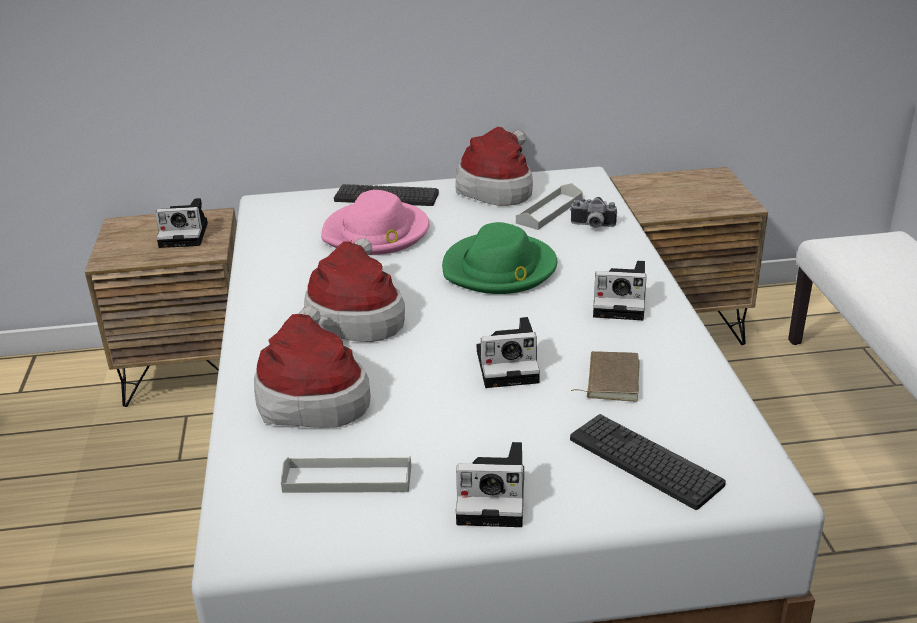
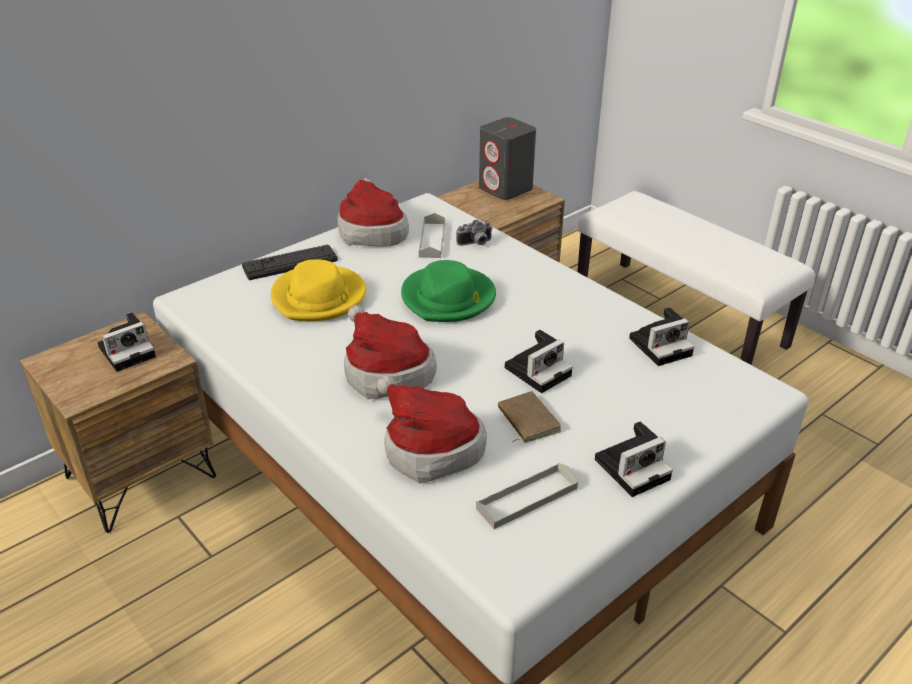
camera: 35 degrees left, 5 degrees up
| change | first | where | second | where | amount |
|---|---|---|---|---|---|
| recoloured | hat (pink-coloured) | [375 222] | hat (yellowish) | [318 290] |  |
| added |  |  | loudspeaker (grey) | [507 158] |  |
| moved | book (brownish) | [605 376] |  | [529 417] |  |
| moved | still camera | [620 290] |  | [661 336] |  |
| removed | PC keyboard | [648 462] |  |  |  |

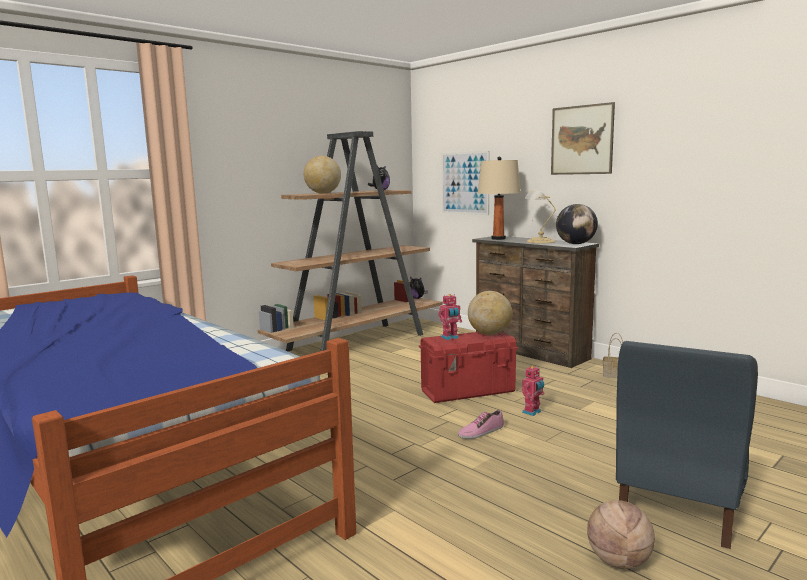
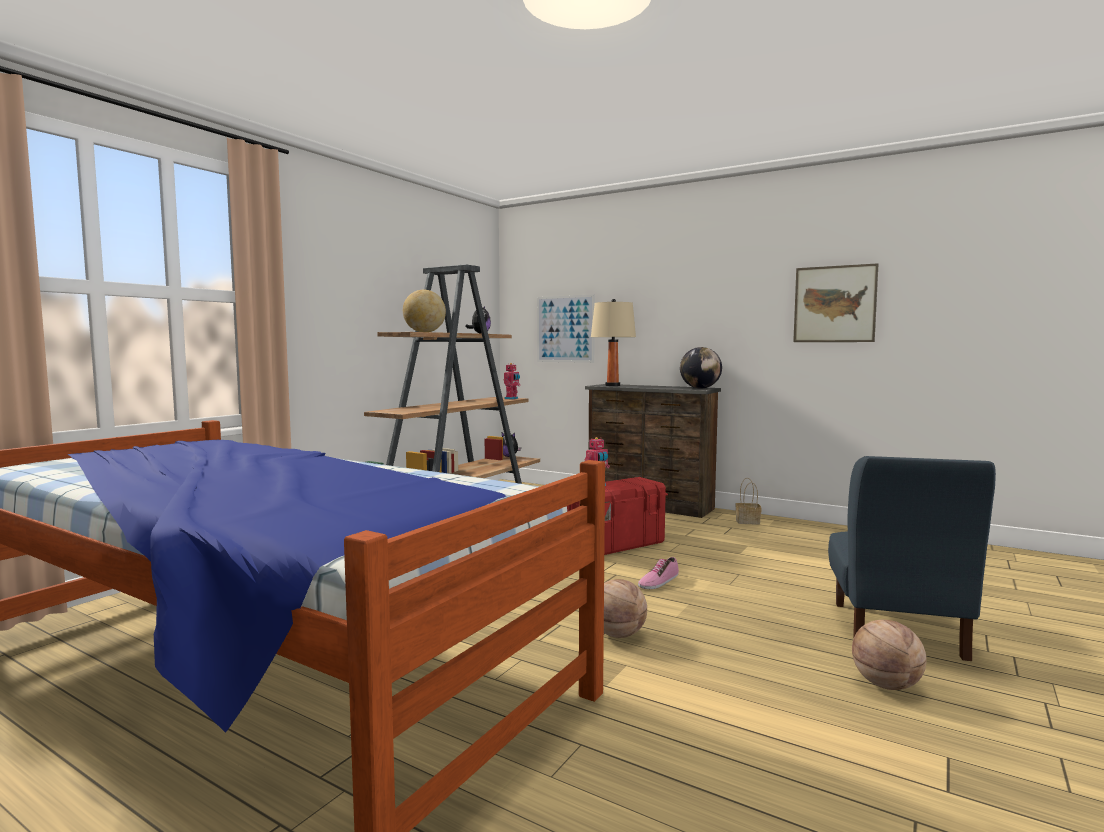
camera: 15 degrees left, 5 degrees down
| change | first | where | second | where | amount |
|---|---|---|---|---|---|
| moved | toy robot | [533 391] |  | [512 381] |  |
| added |  |  | ball for basketball | [625 608] |  |
| moved | wall picture | [583 138] |  | [835 302] |  |
| removed | globe | [490 313] |  |  |  |
| removed | table lamp | [540 216] |  |  |  |

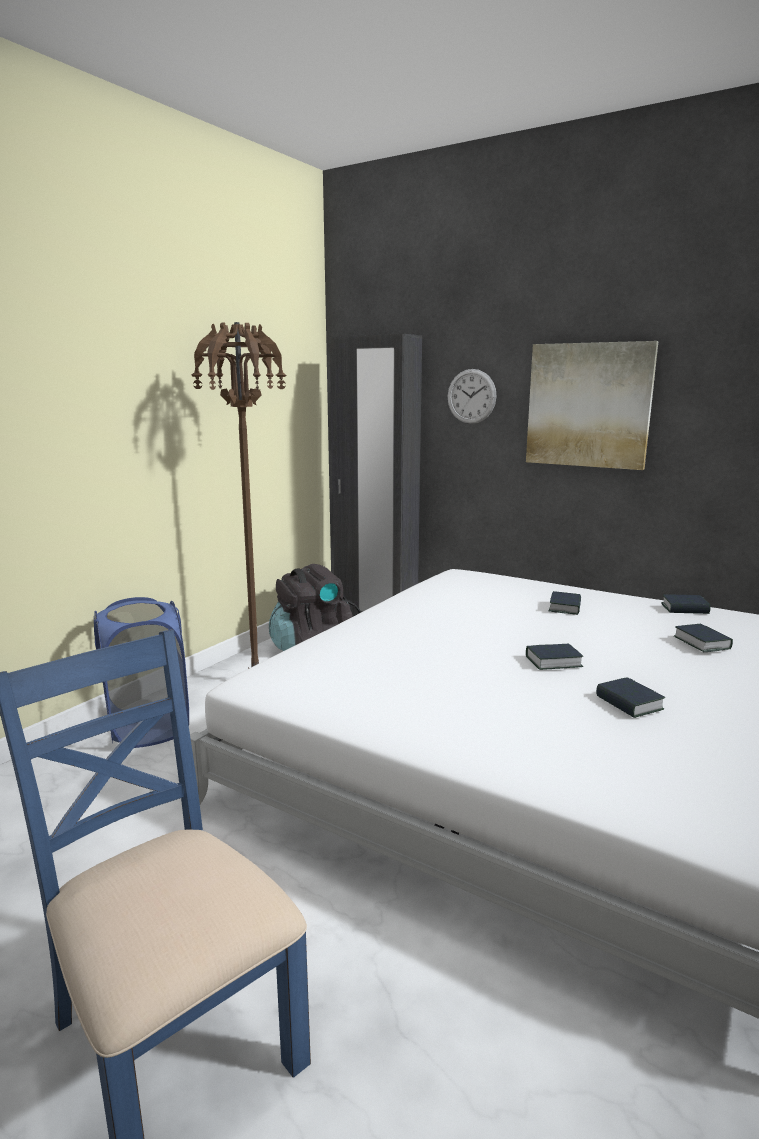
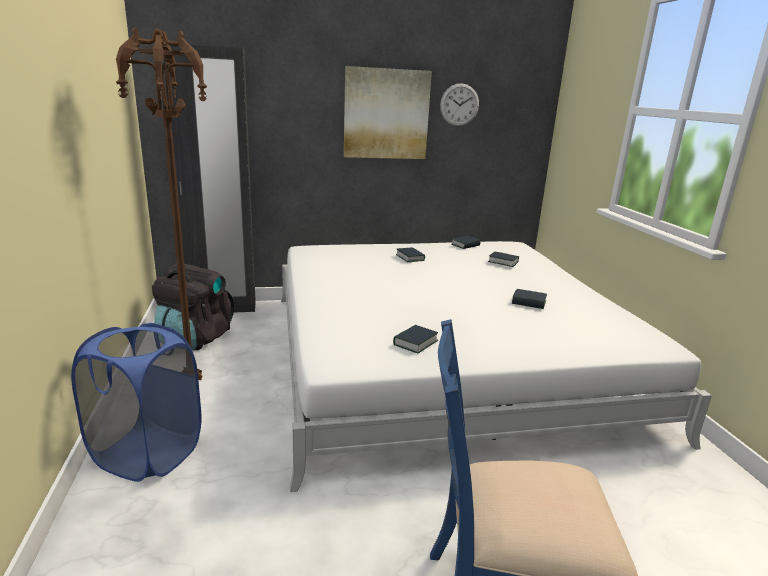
camera: 45 degrees left, 5 degrees up
| change | first | where | second | where | amount |
|---|---|---|---|---|---|
| moved | book | [554 657] |  | [415 339] |  |
| moved | clock on the wall | [471 396] |  | [459 104] |  |

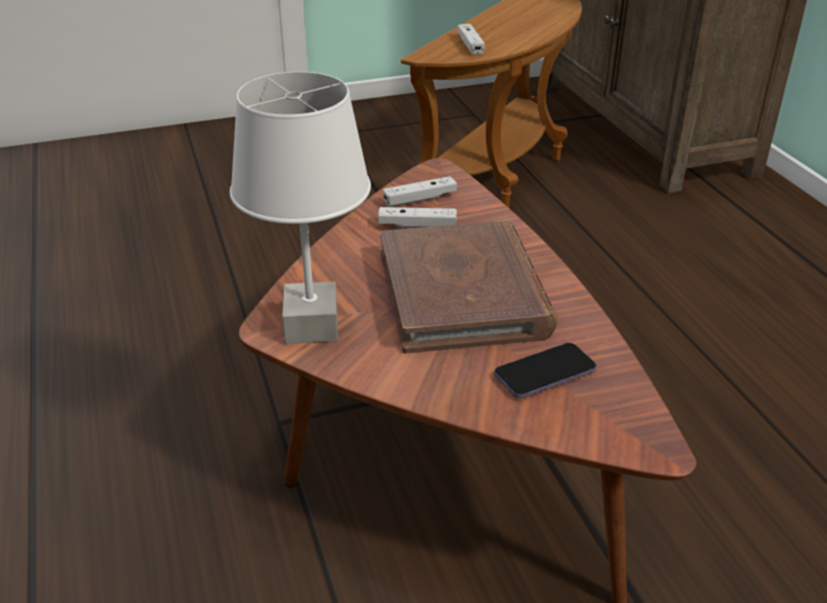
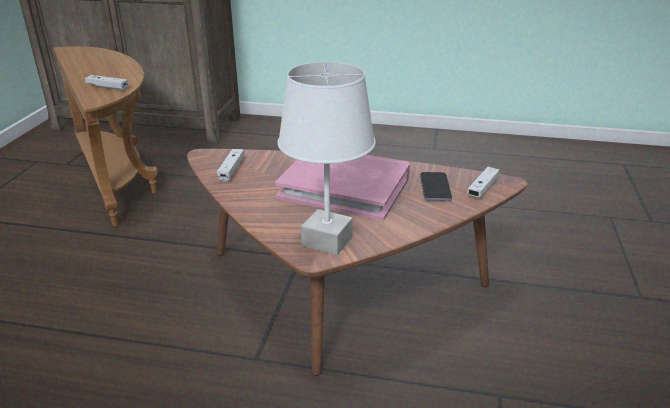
camera: 60 degrees left, 5 degrees down
| change | first | where | second | where | amount |
|---|---|---|---|---|---|
| recoloured | book (brownish) | [469 287] | book (pink-coloured) | [342 187] |  |
| moved | game controller (whitish) | [417 217] |  | [483 182] |  |

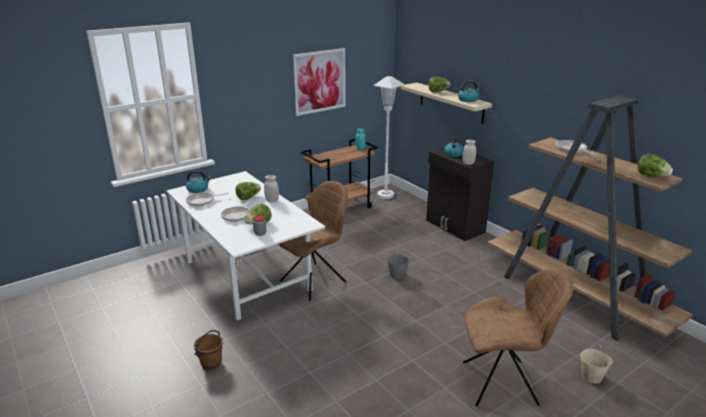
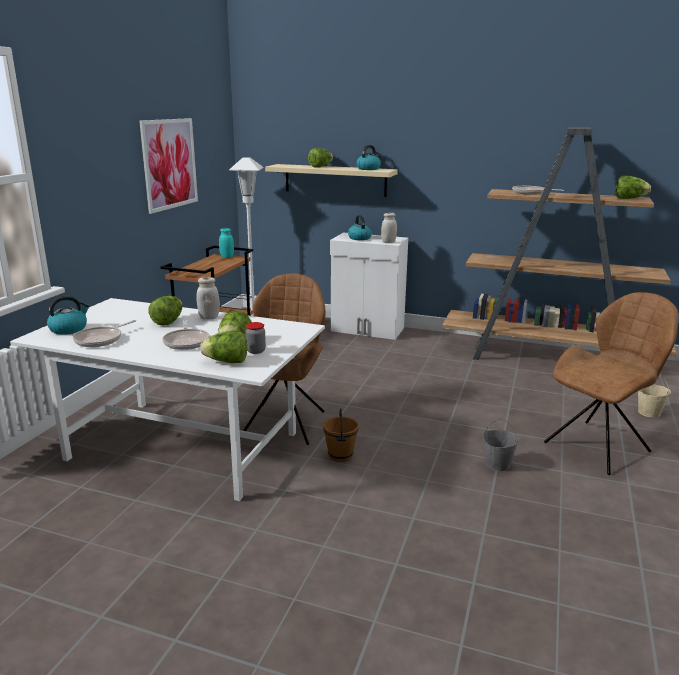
camera: 35 degrees left, 5 degrees down
| change | first | where | second | where | amount |
|---|---|---|---|---|---|
| added |  |  | lettuce head | [223 346] |  |
| moved | bucket (brownish) | [208 350] |  | [341 435] |  |
| recoloured | cupboard (black) | [460 194] | cupboard (whitish) | [369 286] |  |
| moved | bucket (grey) | [398 263] |  | [500 445] |  |

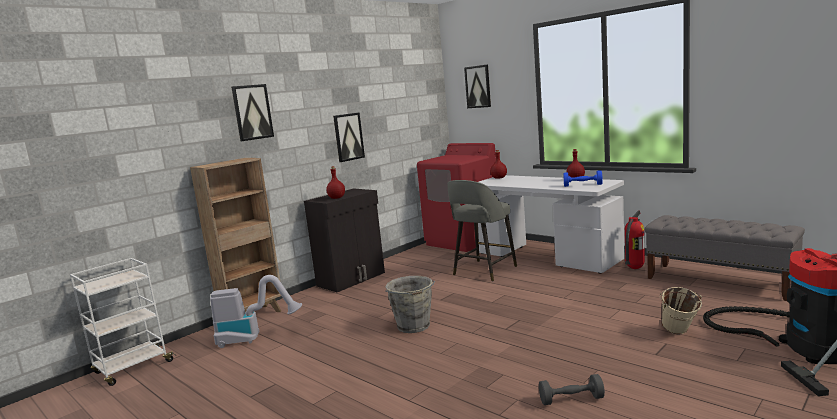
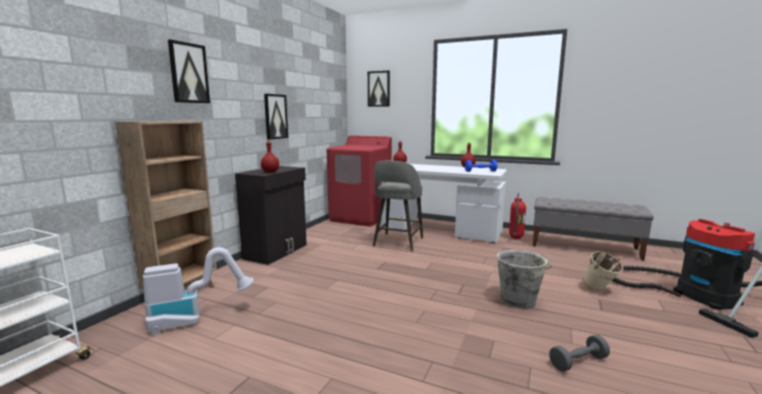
camera: 20 degrees left, 0 degrees up
| change | first | where | second | where | amount |
|---|---|---|---|---|---|
| moved | bucket (grey) | [410 304] |  | [524 279] |  |

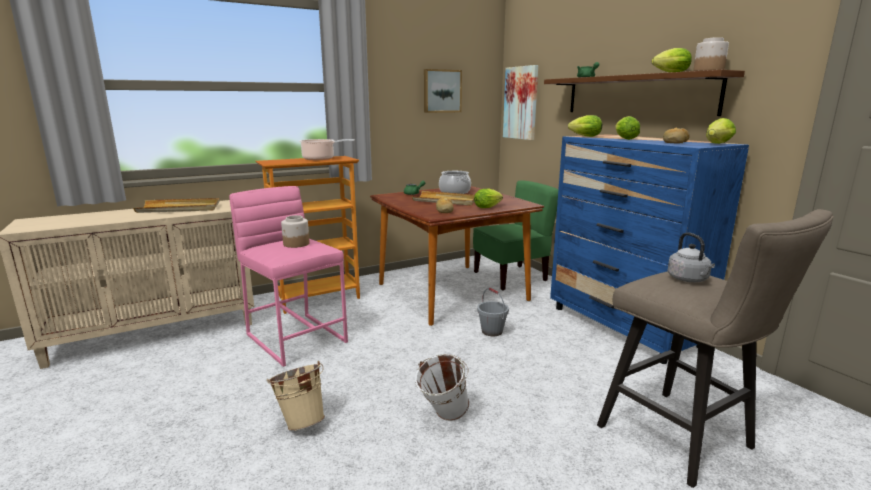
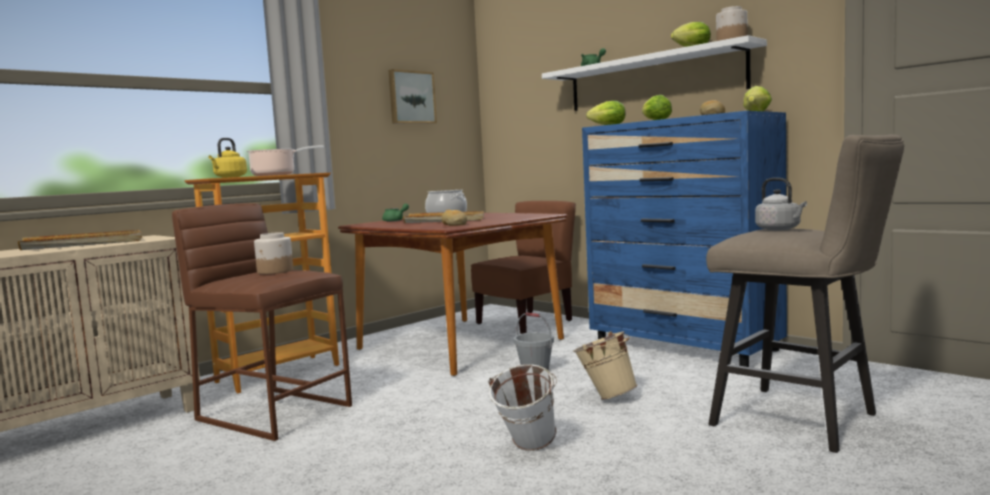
camera: 15 degrees left, 10 degrees down
| change | first | where | second | where | amount |
|---|---|---|---|---|---|
| recoloured | sitting stool (pink-coloured) | [288 276] | sitting stool (brownish) | [262 322] |  |
| added |  |  | tea kettle (yellowish) | [227 158] |  |
| recoloured | upright chair (greenish) | [515 236] | upright chair (brownish) | [523 267] |  |
| recoloured | shelf (brownish) | [644 93] | shelf (whitish) | [654 73] |  |
| moved | bucket (beige-coloured) | [296 396] |  | [605 365] |  |
| removed | lettuce head | [488 198] |  |  |  |
| removed | wall picture | [520 102] |  |  |  |

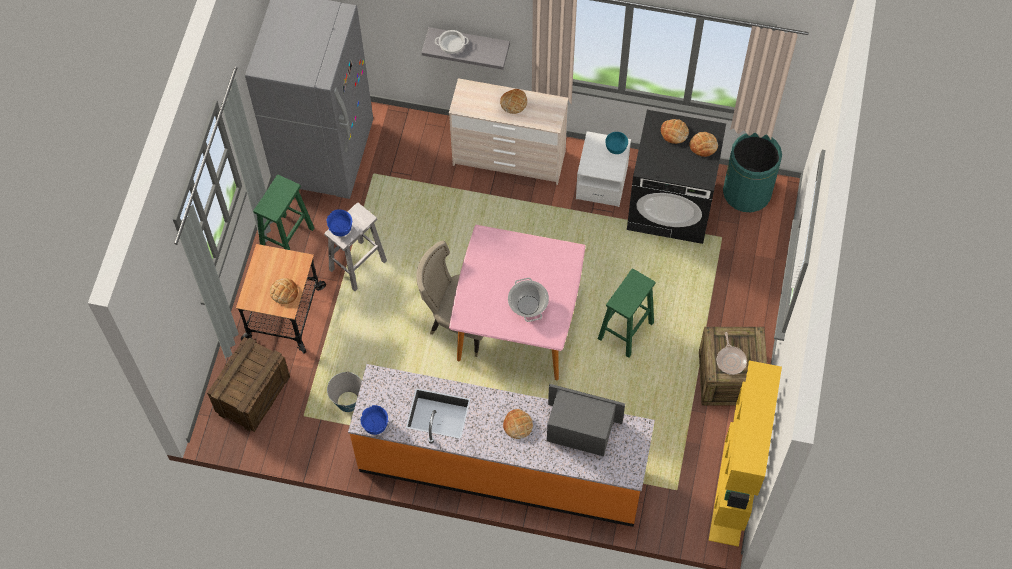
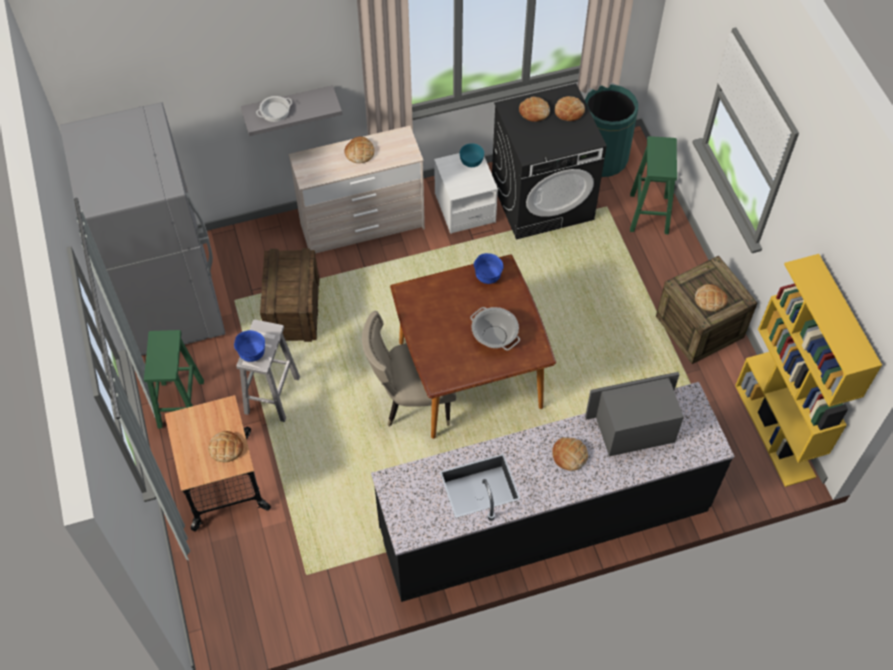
camera: 30 degrees left, 5 degrees down
| change | first | where | second | where | amount |
|---|---|---|---|---|---|
| moved | crate | [248 384] |  | [289 295] |  |
| recoloured | kitchen base unit (orange) | [501 445] | kitchen base unit (black) | [552 492] |  |
| recoloured | dinner table (pink-coloured) | [517 302] | dinner table (brownish) | [473 346] |  |
| moved | serving bowl (bluish) | [374 420] |  | [489 268] |  |
| moved | sitting stool (greenish) | [626 313] |  | [653 185] |  |
| replaced | skillet | [731 353] | bakery bread | [711 297] |  |
| removed | bucket | [344 392] |  |  |  |

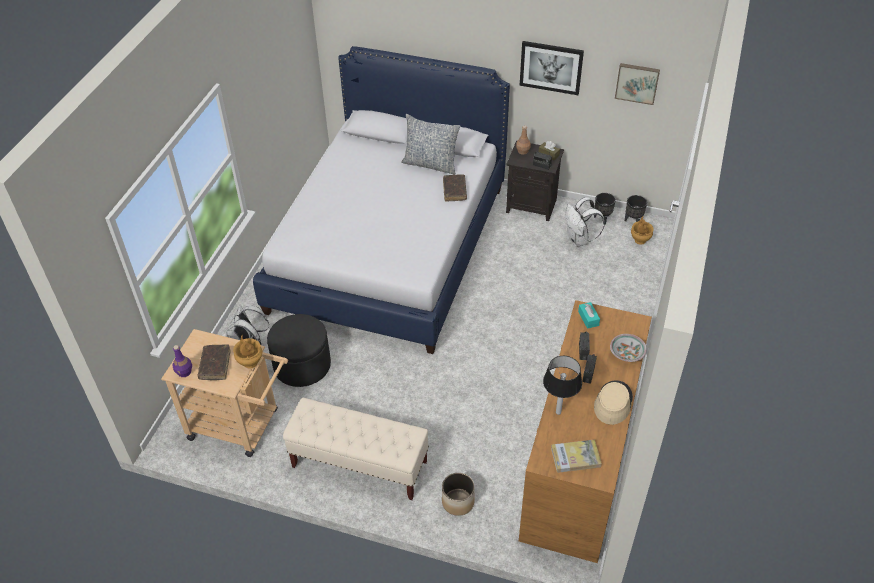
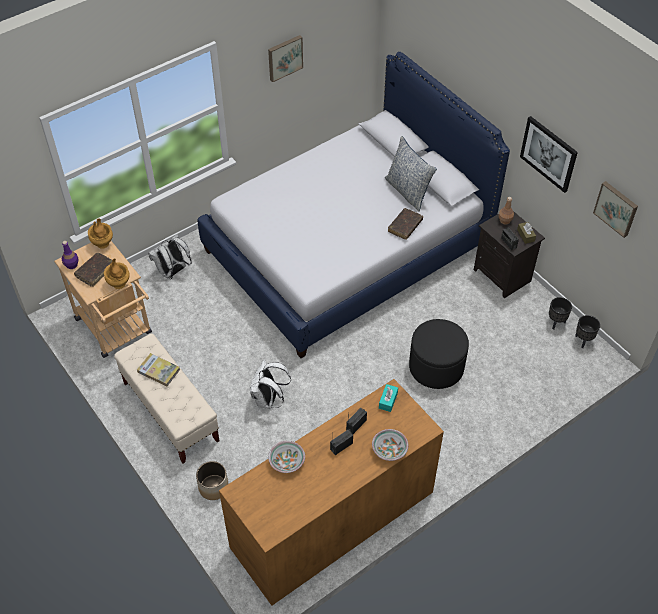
camera: 35 degrees right, 5 degrees up
| change | first | where | second | where | amount |
|---|---|---|---|---|---|
| moved | vase (brownish) | [642 230] |  | [100 233] |  |
| moved | book | [576 456] |  | [158 369] |  |
| moved | knapsack (whitish) | [585 222] |  | [270 384] |  |
| added |  |  | wall picture | [285 58] |  |
| replaced | table lamp | [562 385] | serving bowl | [286 457] |  |
| moved | footrest (black) | [299 350] |  | [439 354] |  |
| removed | hat (beige-coloured) | [613 402] |  |  |  |

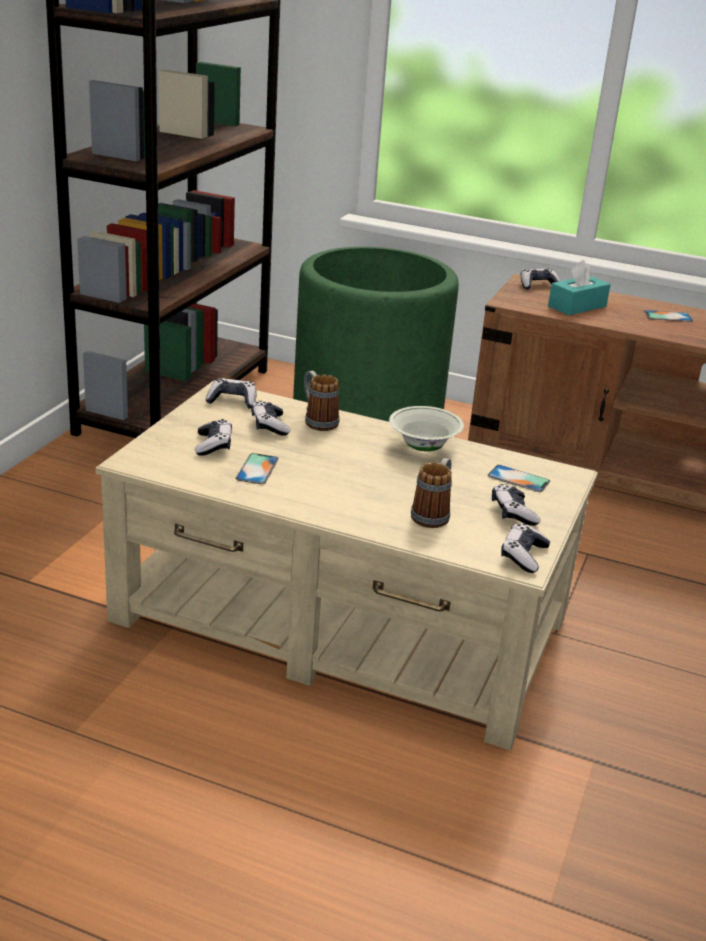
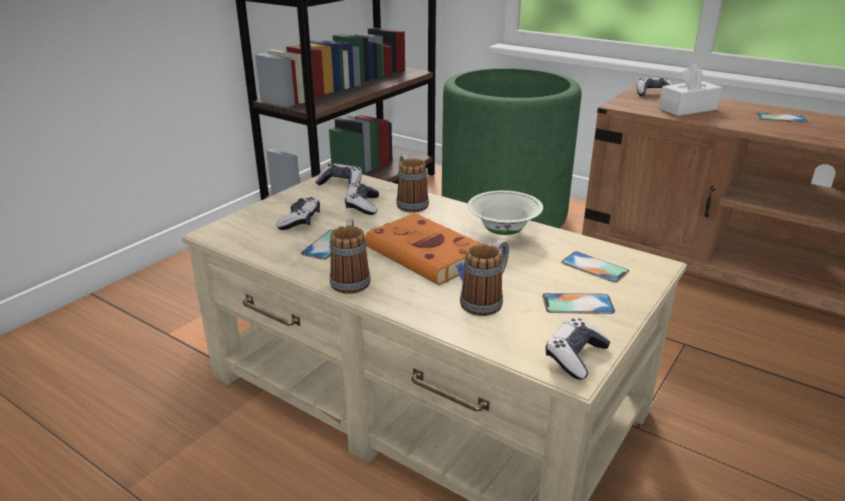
camera: 15 degrees right, 0 degrees up
| change | first | where | second | where | amount |
|---|---|---|---|---|---|
| added |  |  | tea mug | [350 257] |  |
| added |  |  | book (orange) | [423 249] |  |
| replaced | game controller | [516 505] | phone | [578 303] |  |
| recoloured | tissue holder (blue-green) | [579 287] | tissue holder (whitish) | [690 89] |  |

